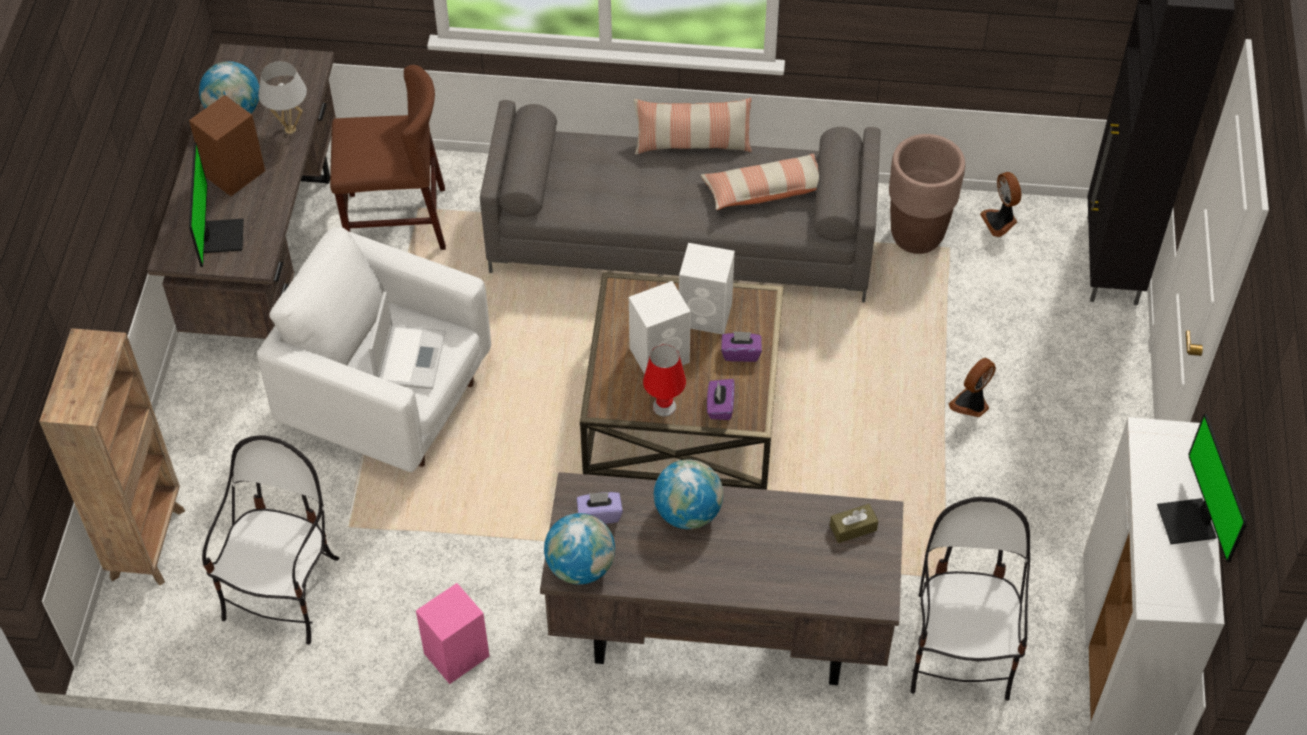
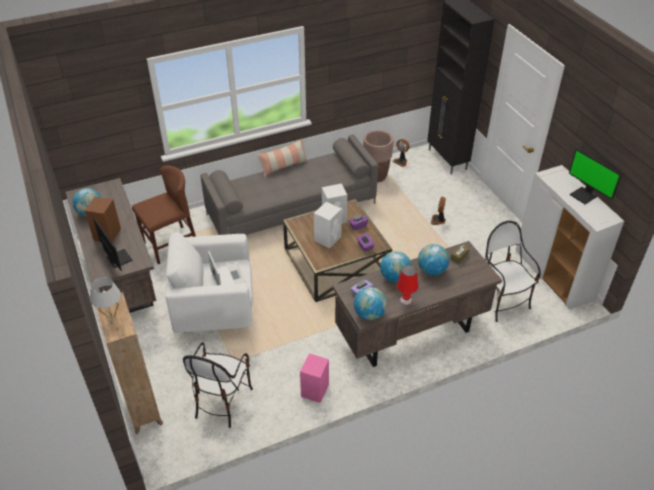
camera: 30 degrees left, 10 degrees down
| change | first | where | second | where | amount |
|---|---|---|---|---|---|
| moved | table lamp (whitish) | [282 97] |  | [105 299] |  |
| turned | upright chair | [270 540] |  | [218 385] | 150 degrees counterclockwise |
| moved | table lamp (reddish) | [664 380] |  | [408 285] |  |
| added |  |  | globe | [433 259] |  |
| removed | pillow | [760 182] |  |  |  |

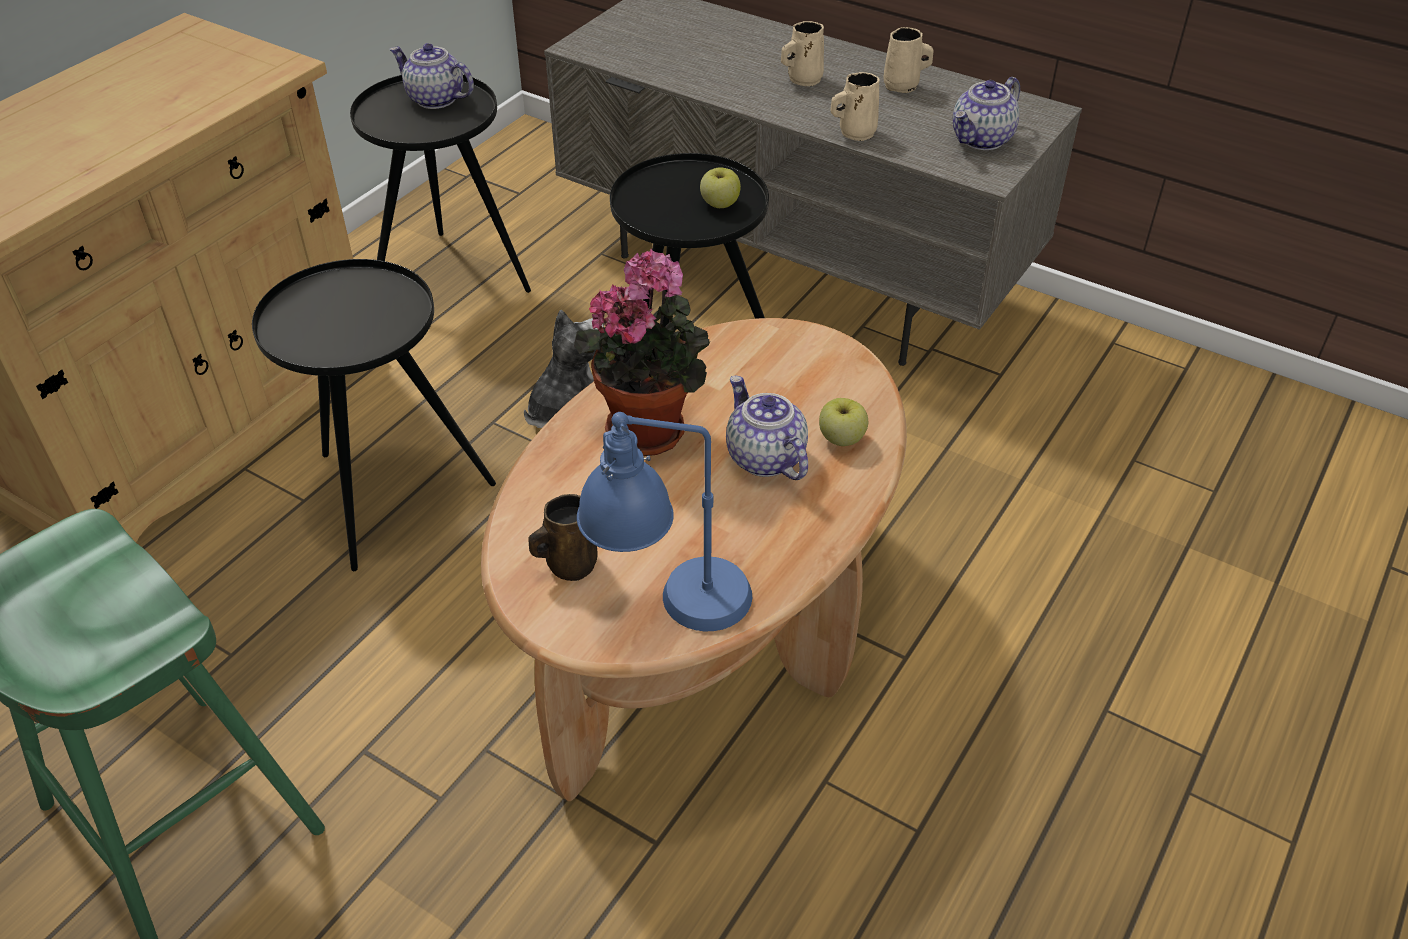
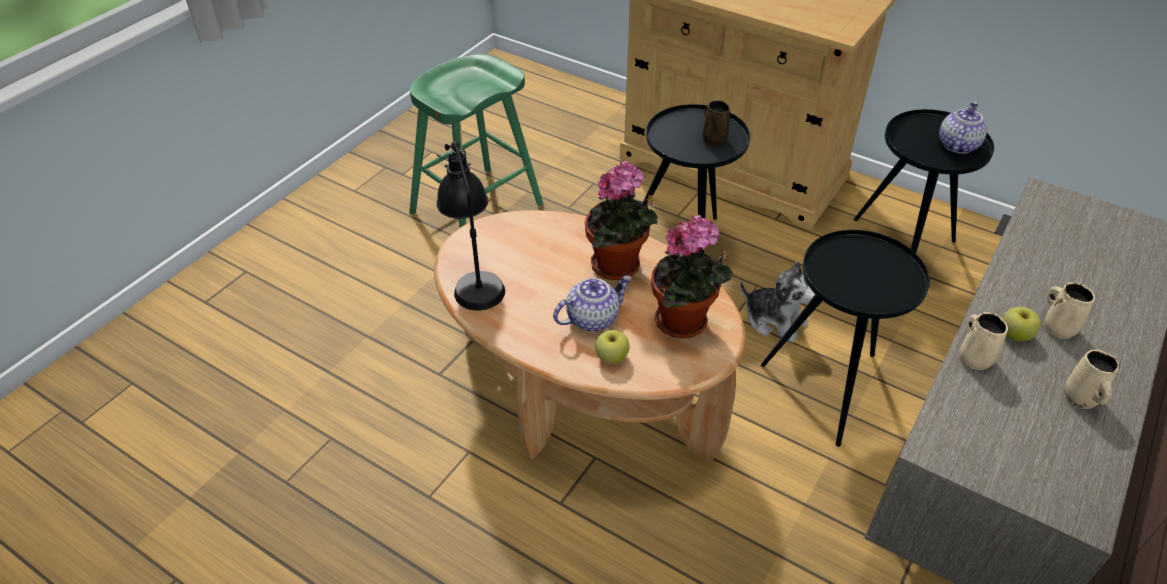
camera: 90 degrees right, 0 degrees up
| change | first | where | second | where | amount |
|---|---|---|---|---|---|
| recoloured | table lamp (bluish) | [664 521] | table lamp (black) | [471 226] |  |
| added |  |  | plant in a pot | [692 276] |  |
| moved | tea mug (brownish) | [563 537] |  | [716 123] |  |
| moved | whole apple | [720 187] |  | [1021 324] |  |
| removed | teapot | [986 113] |  |  |  |

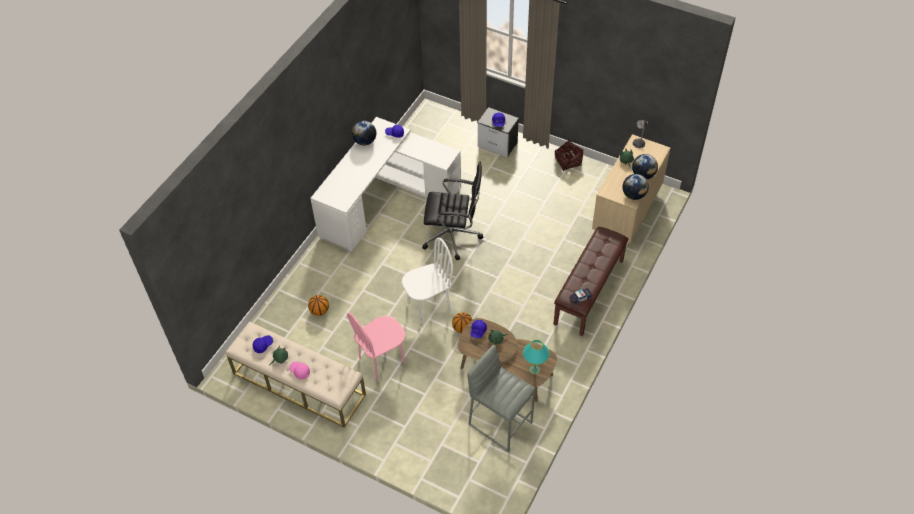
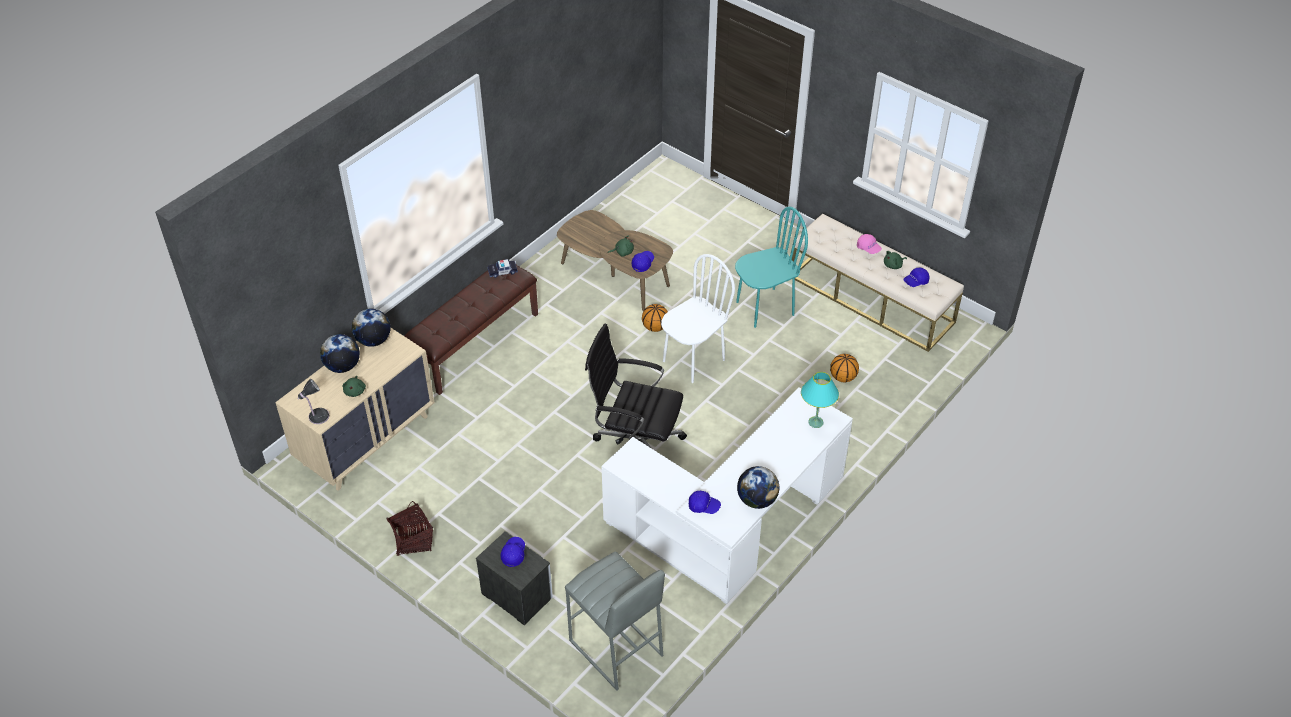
camera: 170 degrees left, 5 degrees down
| change | first | where | second | where | amount |
|---|---|---|---|---|---|
| moved | sitting stool (grey) | [501 398] |  | [615 621] |  |
| turned | upright chair (whitish) | [427 281] |  | [698 318] | 150 degrees clockwise |
| recoloured | upright chair (pink-coloured) | [376 347] | upright chair (blue-green) | [771 267] |  |
| moved | table lamp (blue-green) | [536 357] |  | [820 400] |  |

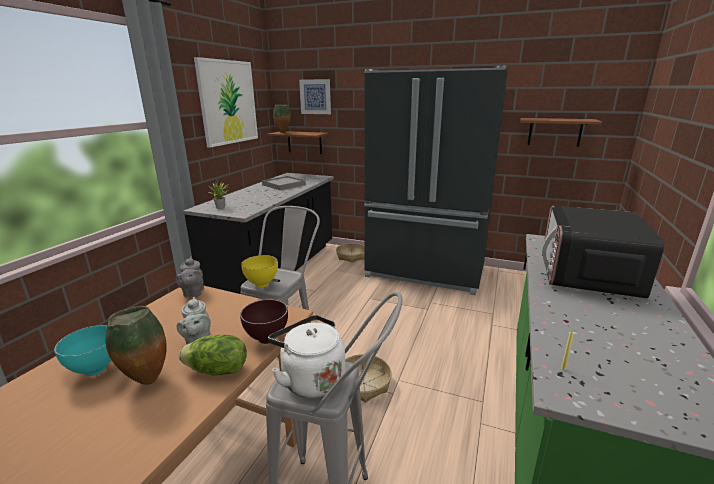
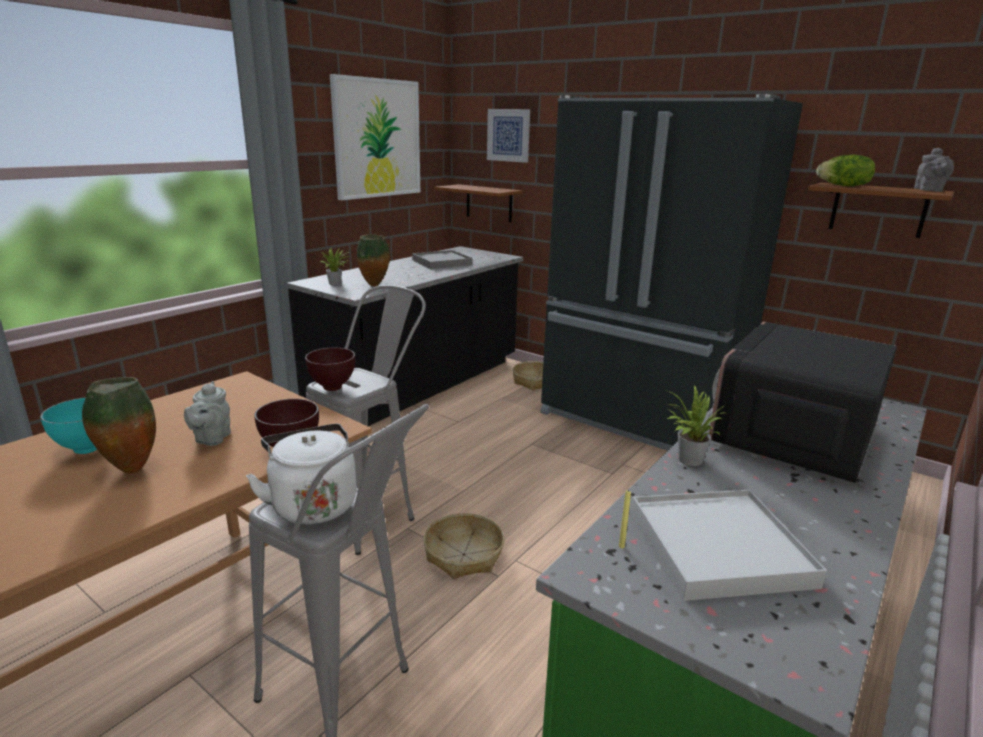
camera: 15 degrees right, 0 degrees up
| change | first | where | second | where | amount |
|---|---|---|---|---|---|
| recoloured | serving bowl (yellowish) | [259 271] | serving bowl (brownish) | [330 369] |  |
| moved | vase | [282 118] |  | [373 260] |  |
| added |  |  | tray (whitish) | [729 545] |  |
| added |  |  | plant in a pot | [697 425] |  |
| moved | lettuce head | [213 355] |  | [846 170] |  |
| moved | teapot (grey) | [189 277] |  | [934 170] |  |

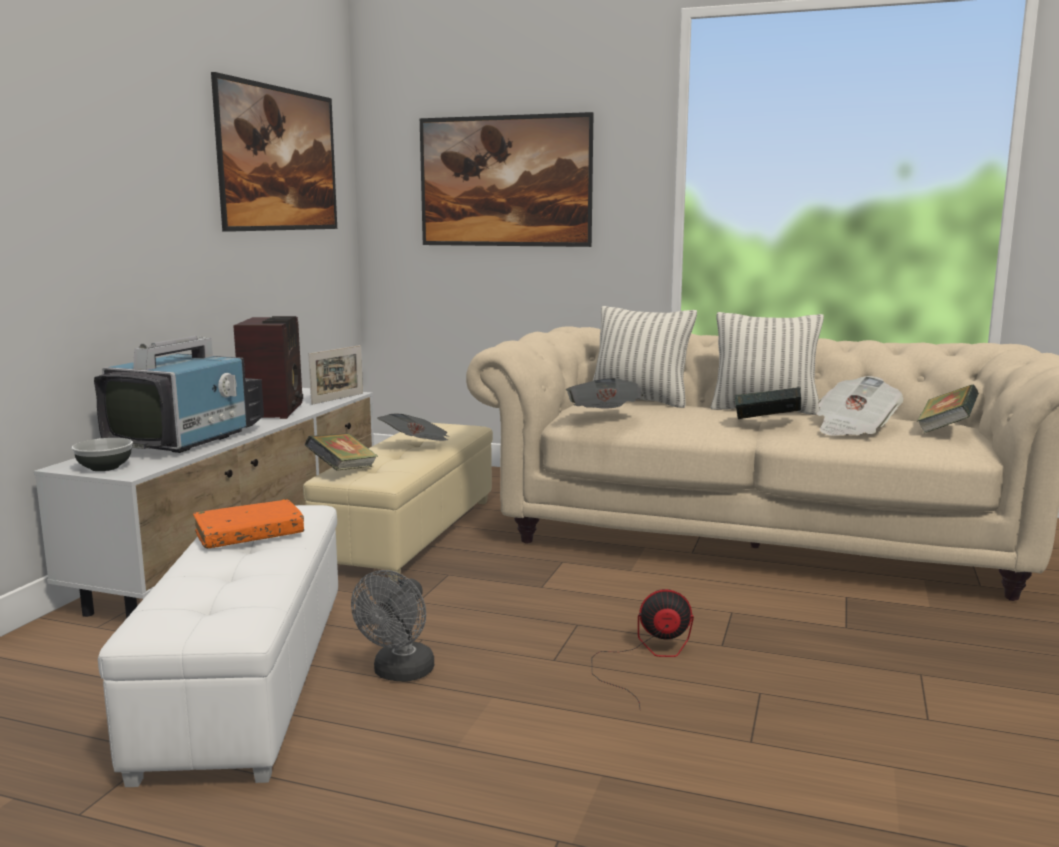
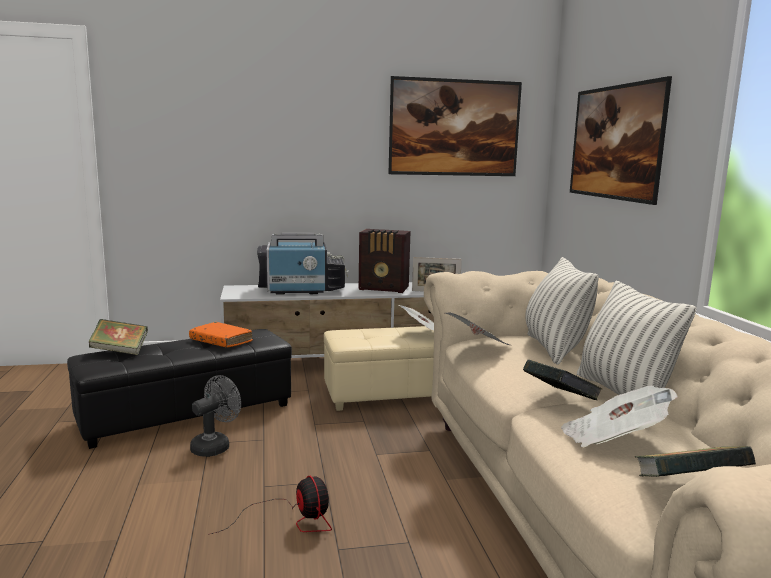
camera: 60 degrees right, 0 degrees up
| change | first | where | second | where | amount |
|---|---|---|---|---|---|
| recoloured | footrest (whitish) | [218 646] | footrest (black) | [179 389] |  |
| moved | book | [341 452] |  | [118 337] |  |
| turned | electric fan (grey) | [392 626] |  | [215 416] | 135 degrees clockwise |
| turned | radio receiver | [268 367] |  | [385 261] | 45 degrees clockwise |
| removed | serving bowl | [102 454] |  |  |  |

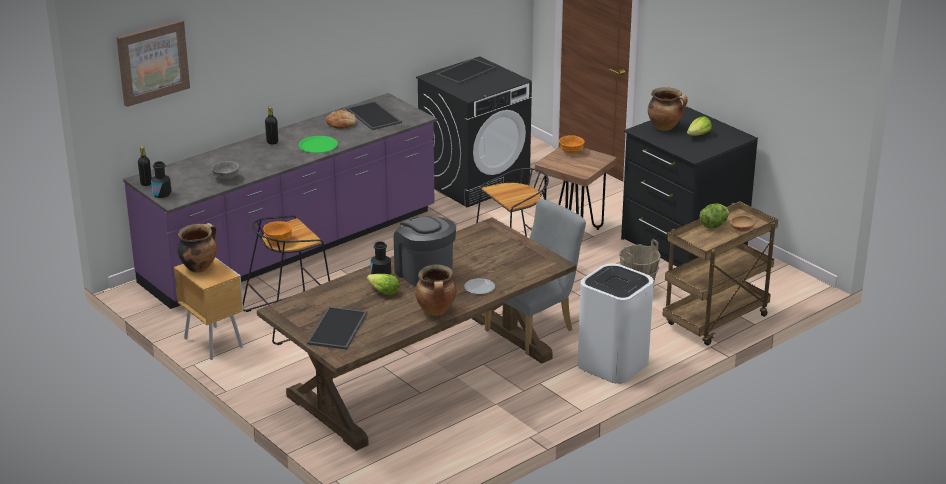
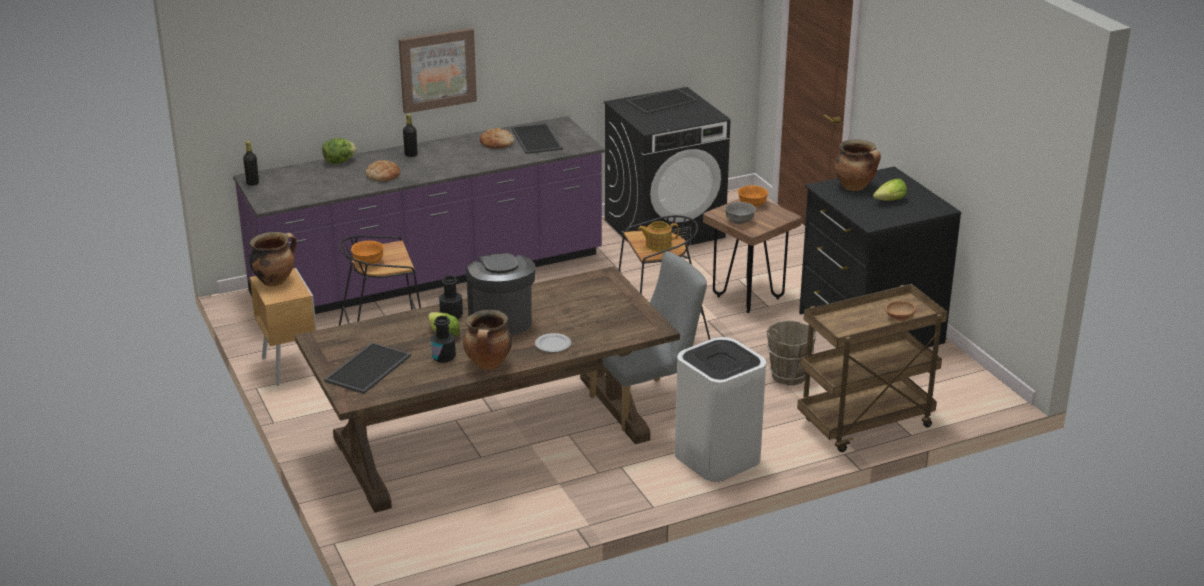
camera: 15 degrees right, 0 degrees up
| change | first | where | second | where | amount |
|---|---|---|---|---|---|
| moved | lettuce head | [714 216] |  | [339 151] |  |
| added |  |  | bakery bread | [382 170] |  |
| moved | wall picture | [153 63] |  | [438 71] |  |
| moved | drink bottle (black) | [161 179] |  | [443 339] |  |
| added |  |  | teapot | [658 236] |  |
| moved | serving bowl (grey) | [225 171] |  | [740 213] |  |
| removed | plate (greenish) | [318 144] |  |  |  |

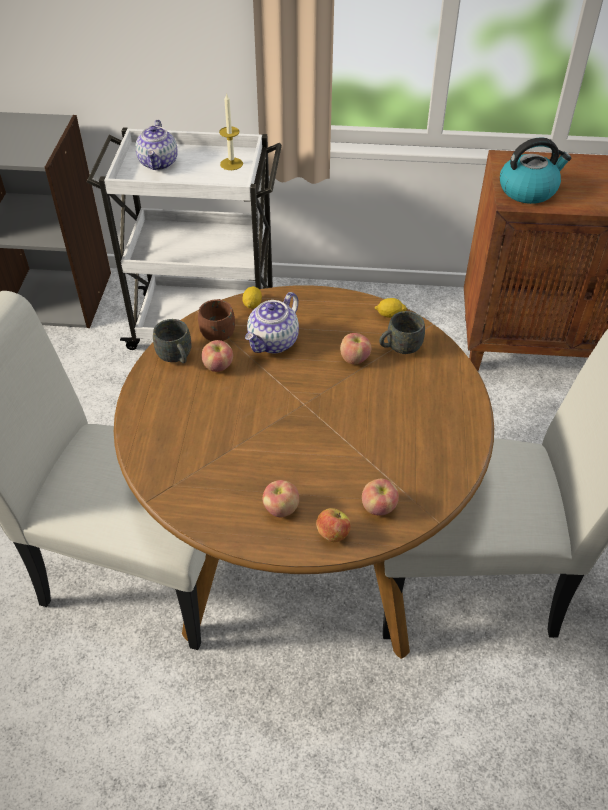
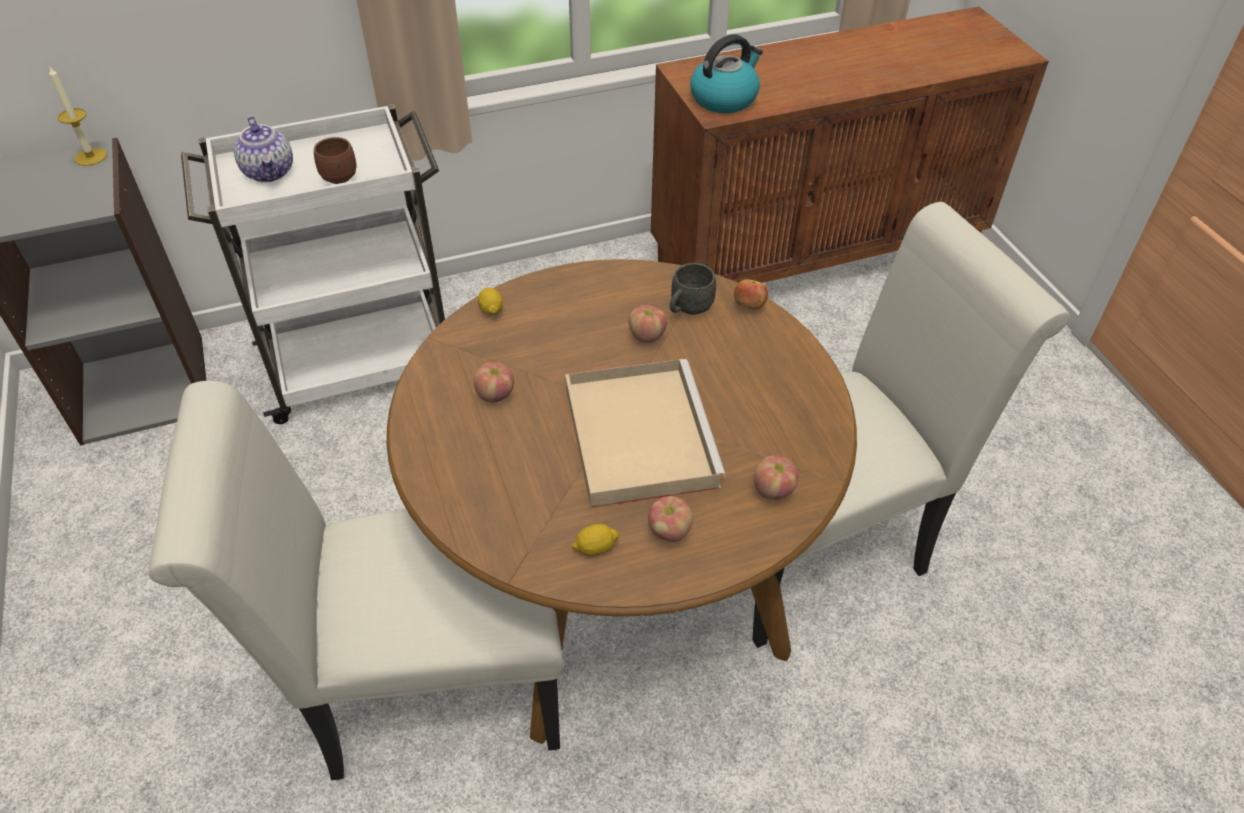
camera: 25 degrees left, 0 degrees up
| change | first | where | second | where | amount |
|---|---|---|---|---|---|
| moved | wax candle | [231 131] |  | [78 116] |  |
| moved | tea mug (brownish) | [216 320] |  | [335 160] |  |
| added |  |  | tray (beige-coloured) | [645 433] |  |
| moved | lemon | [391 308] |  | [595 540] |  |
| moved | whole apple | [333 525] |  | [751 294] |  |
| removed | tea mug (grey) | [172 341] |  |  |  |
| removed | teapot | [272 322] |  |  |  |

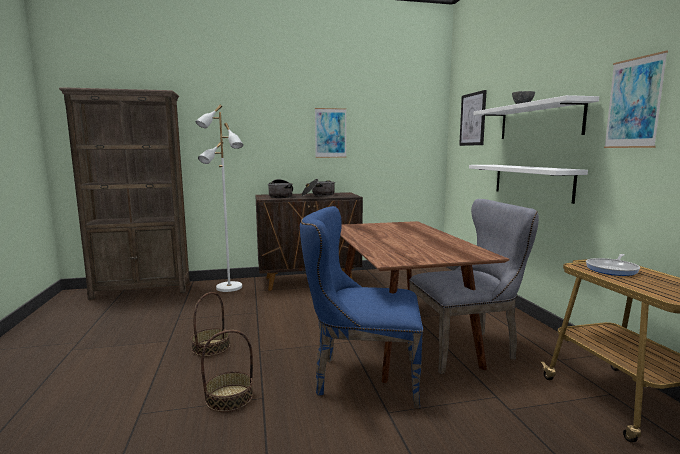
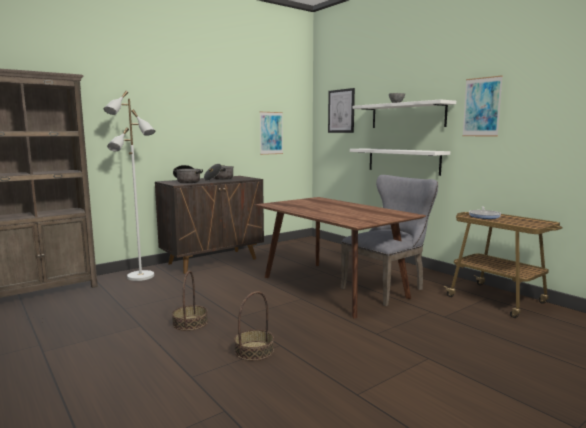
camera: 25 degrees left, 0 degrees up
| change | first | where | second | where | amount |
|---|---|---|---|---|---|
| moved | wall picture | [330 133] |  | [271 133] |  |
| removed | upright chair (bluish) | [361 307] |  |  |  |

